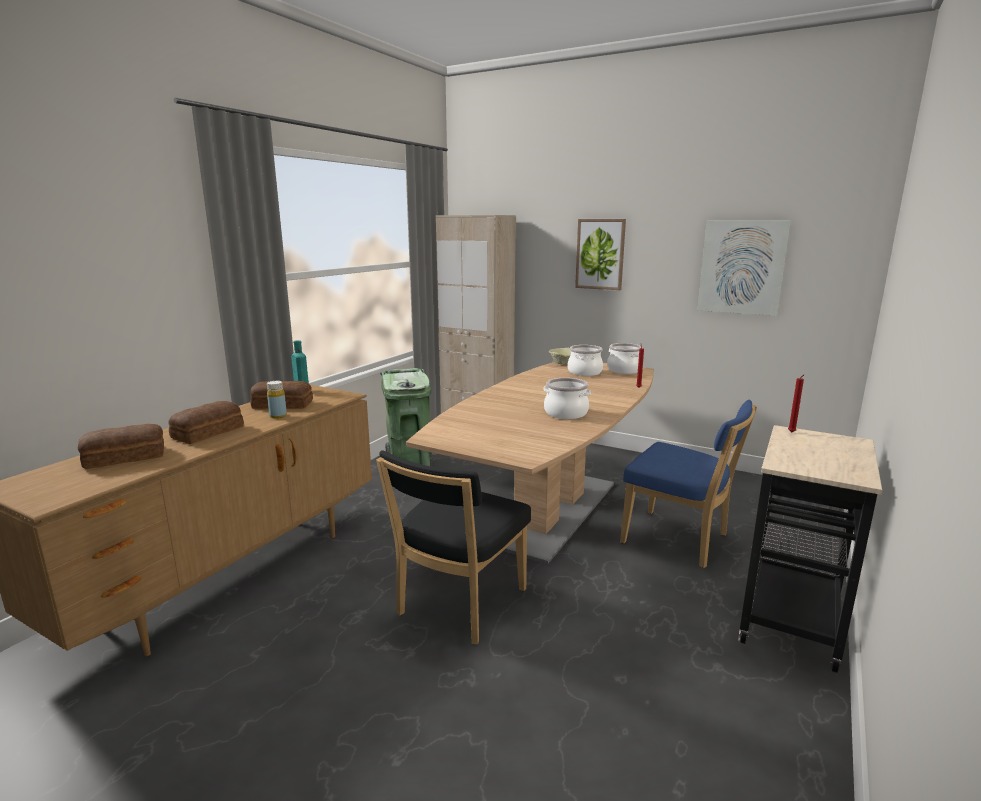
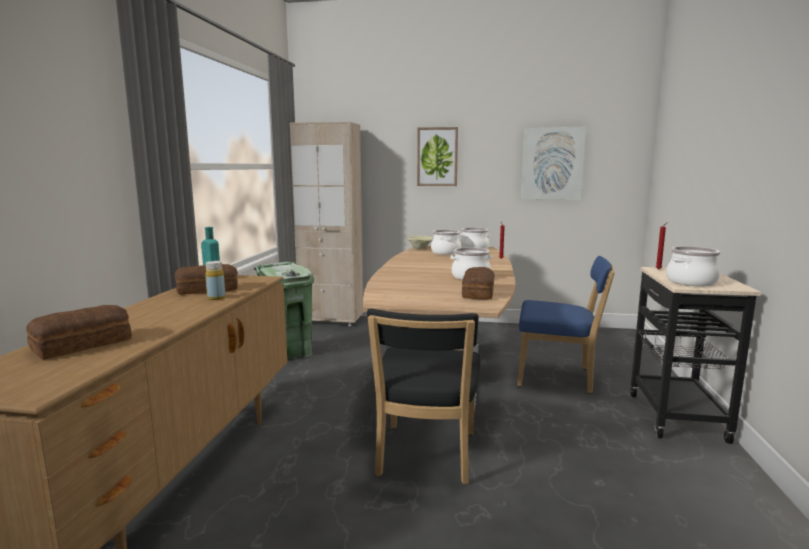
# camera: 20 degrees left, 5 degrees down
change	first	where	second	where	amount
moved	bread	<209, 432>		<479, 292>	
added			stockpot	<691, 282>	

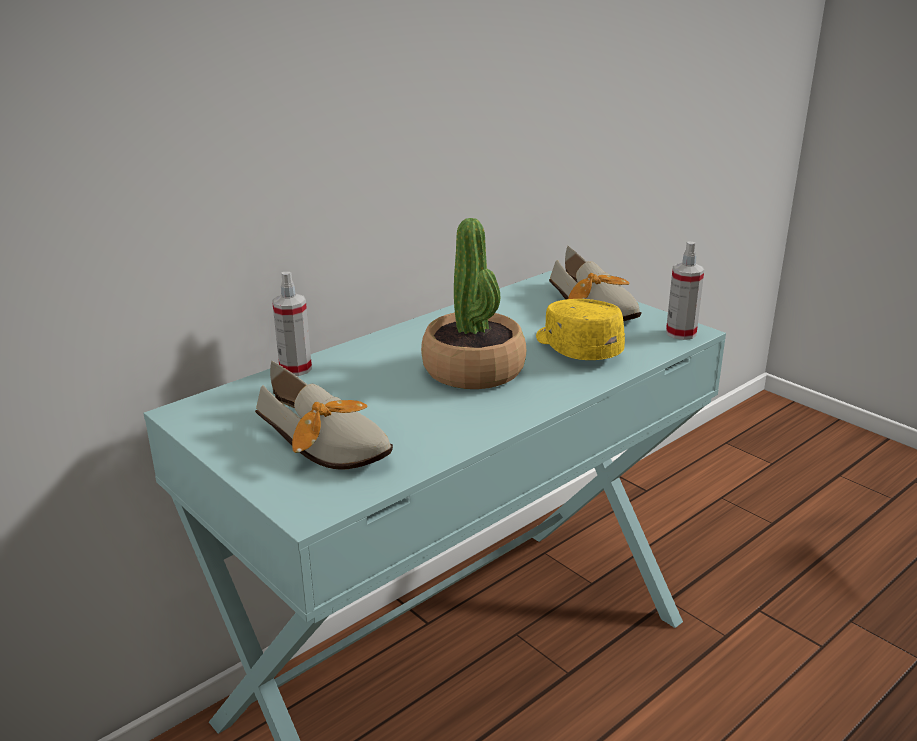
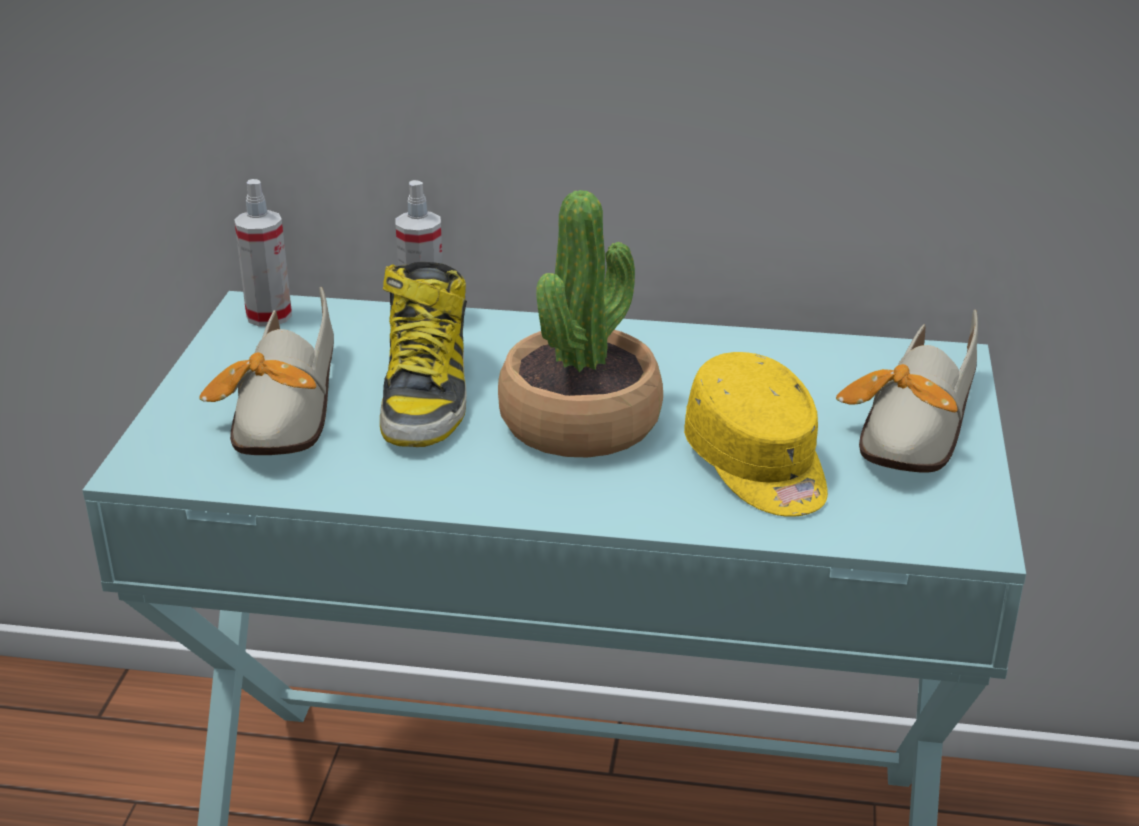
# camera: 50 degrees right, 5 degrees up
change	first	where	second	where	amount
moved	spray bottle	<681, 333>		<269, 316>	
added			boot	<426, 394>	
turned	baseball cap in yellow-coloured	<576, 347>		<758, 466>	135 degrees clockwise

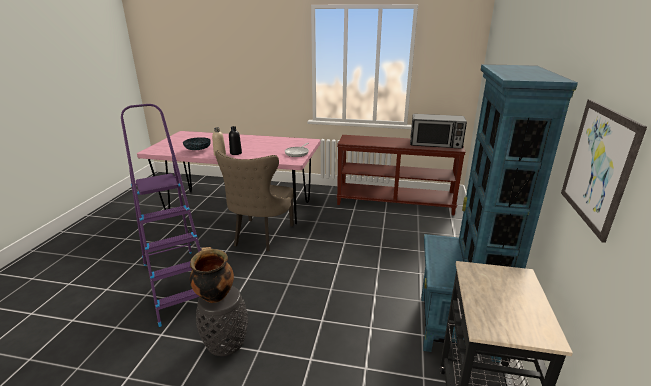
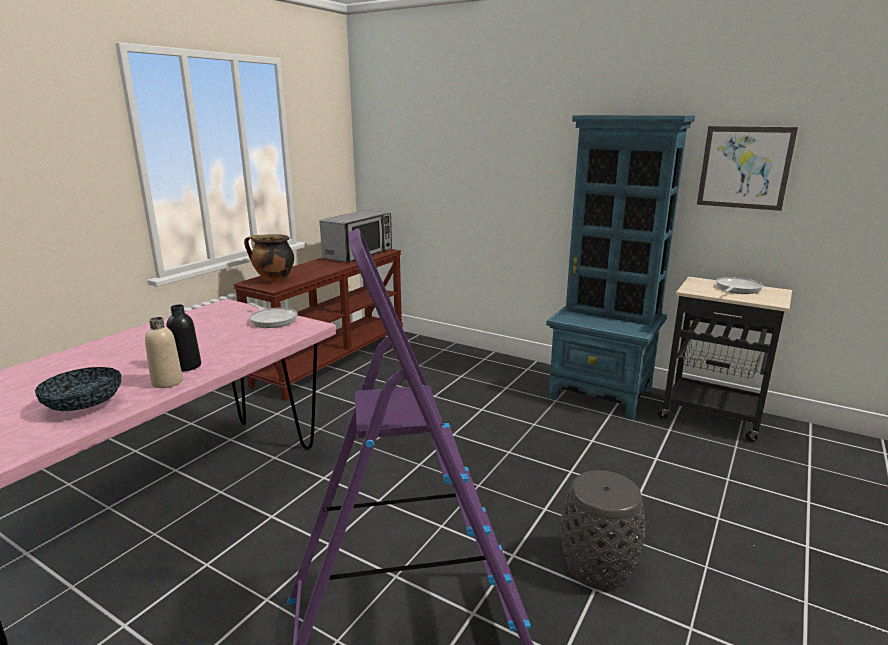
# camera: 70 degrees left, 5 degrees down
change	first	where	second	where	amount
moved	stockpot	<214, 295>		<273, 280>	
added			pan	<737, 289>	
removed	plain chair in sand-coloured	<260, 236>			

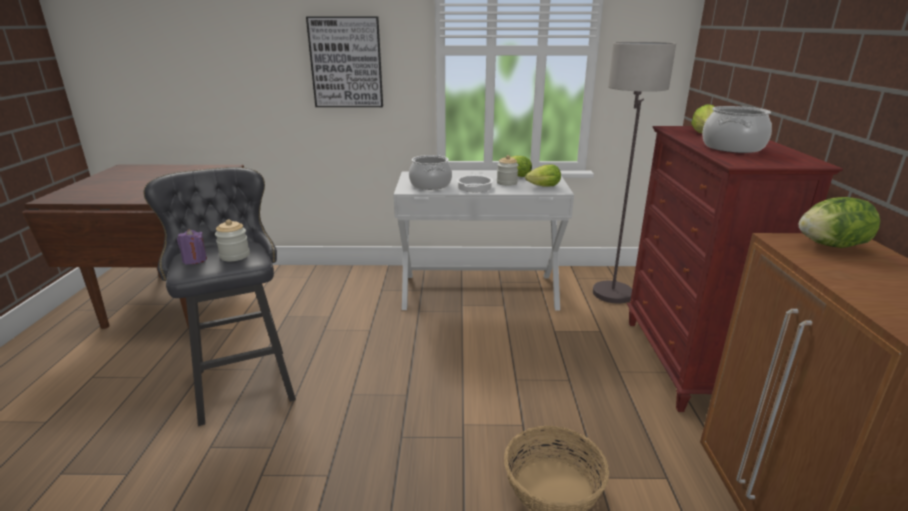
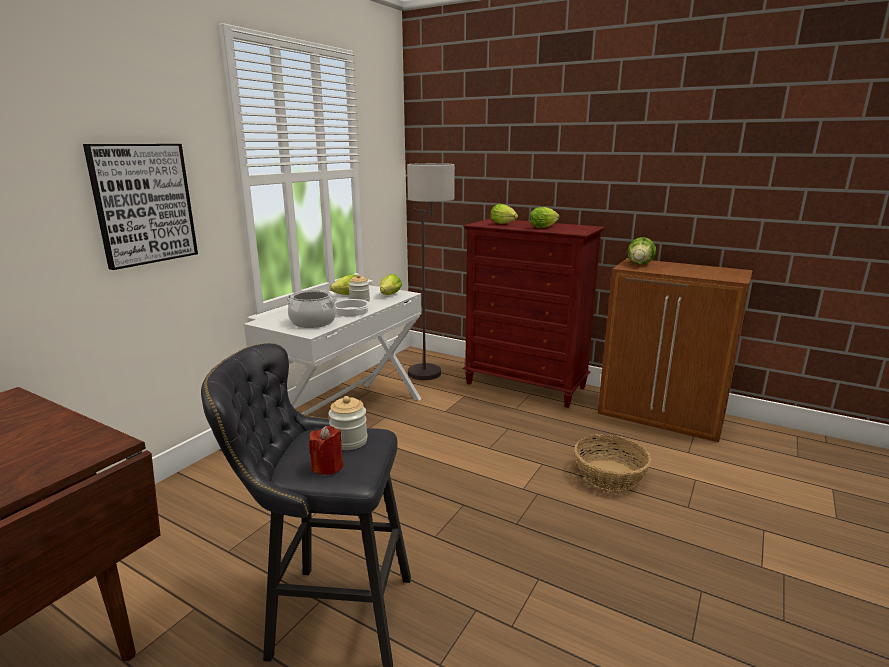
# camera: 60 degrees left, 5 degrees down
change	first	where	second	where	amount
recoloured	wax candle in purple-coloured	<195, 260>	wax candle in reddish	<327, 467>	
replaced	stockpot	<732, 147>	lettuce head	<544, 227>	

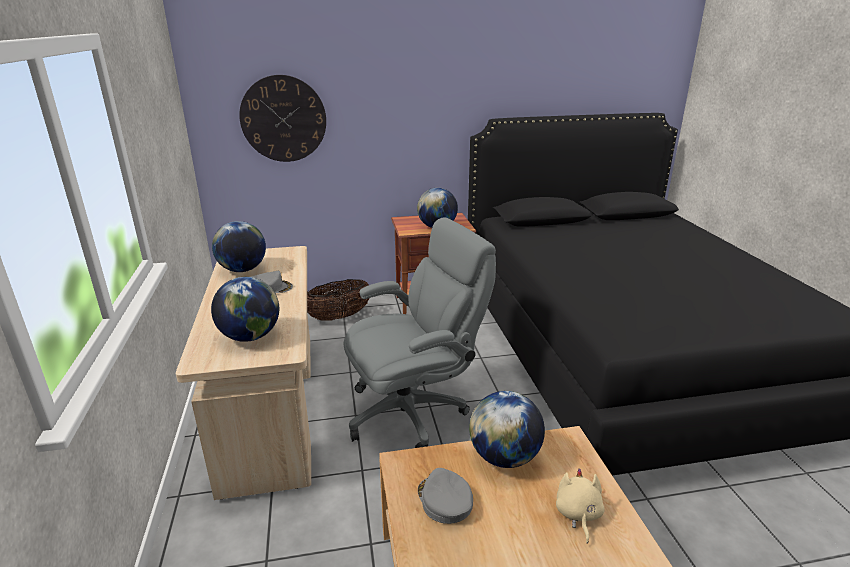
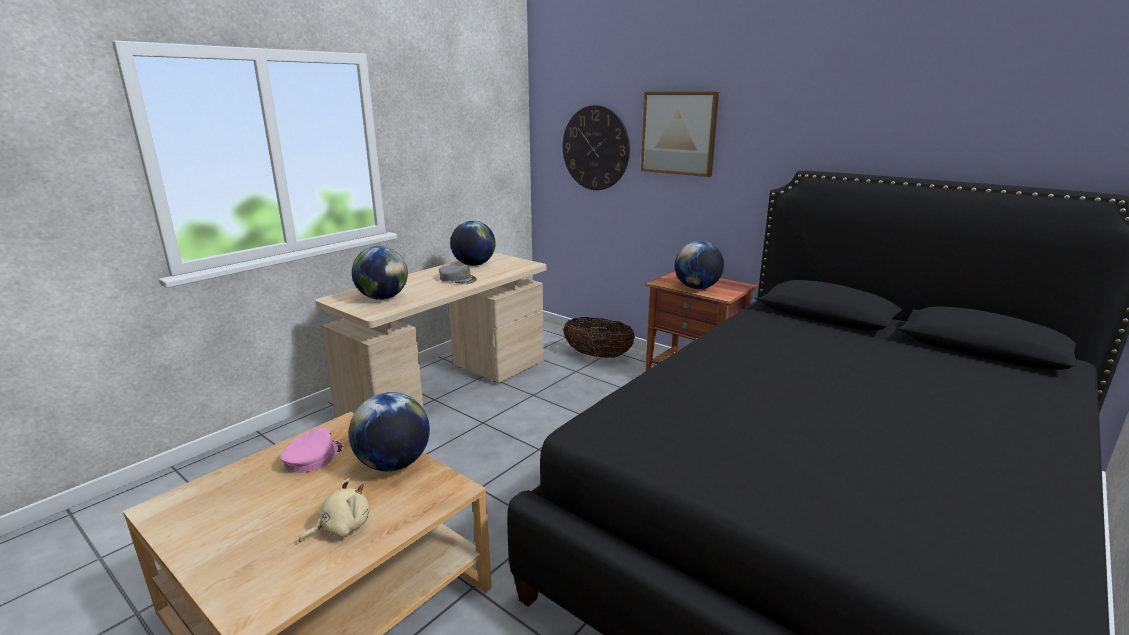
# camera: 50 degrees right, 5 degrees down
change	first	where	second	where	amount
recoloured	baseball cap in grey	<444, 500>	baseball cap in pink-coloured	<313, 456>	
added			wall picture	<679, 133>	
removed	desk chair in grey	<414, 411>			

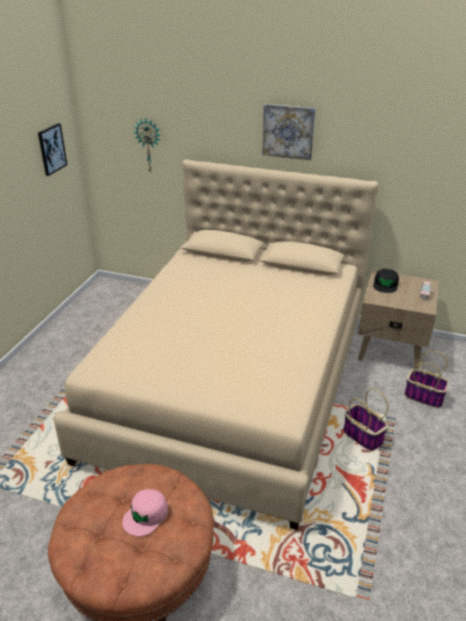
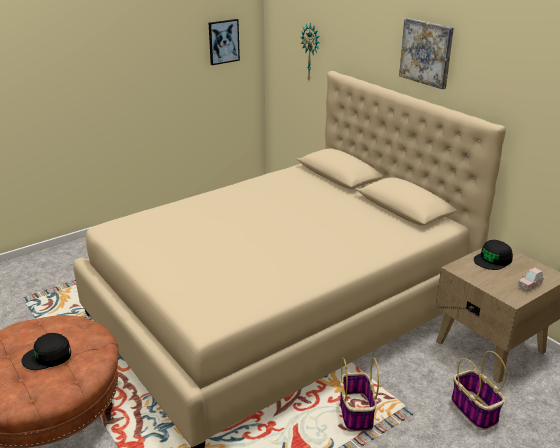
# camera: 35 degrees right, 5 degrees down
change	first	where	second	where	amount
recoloured	baseball cap in pink-coloured	<146, 515>	baseball cap in black	<48, 356>	

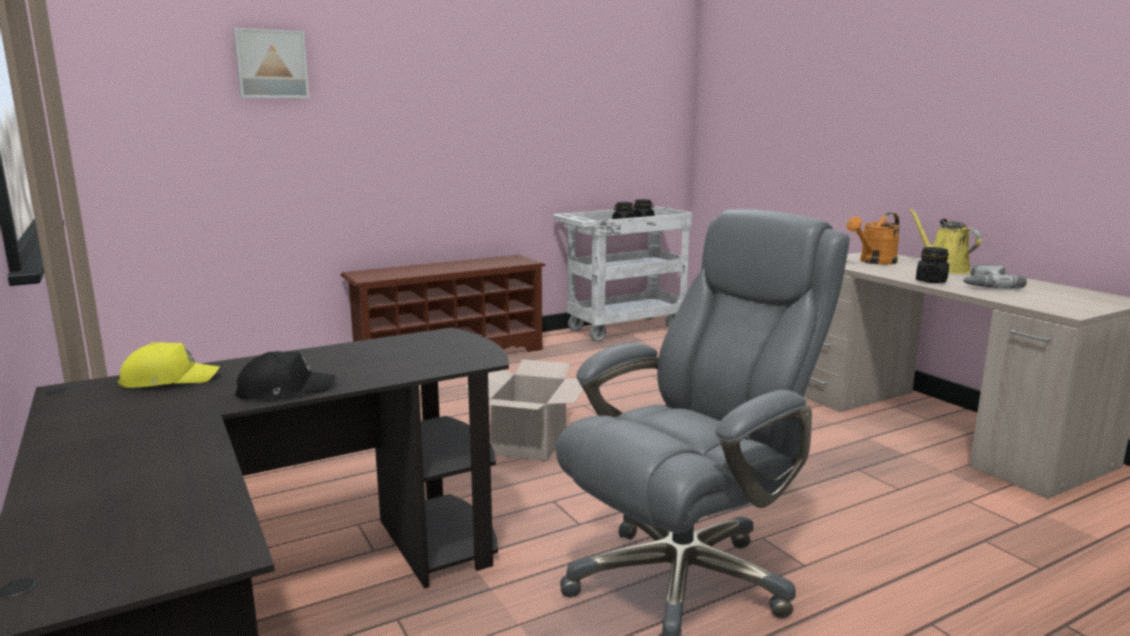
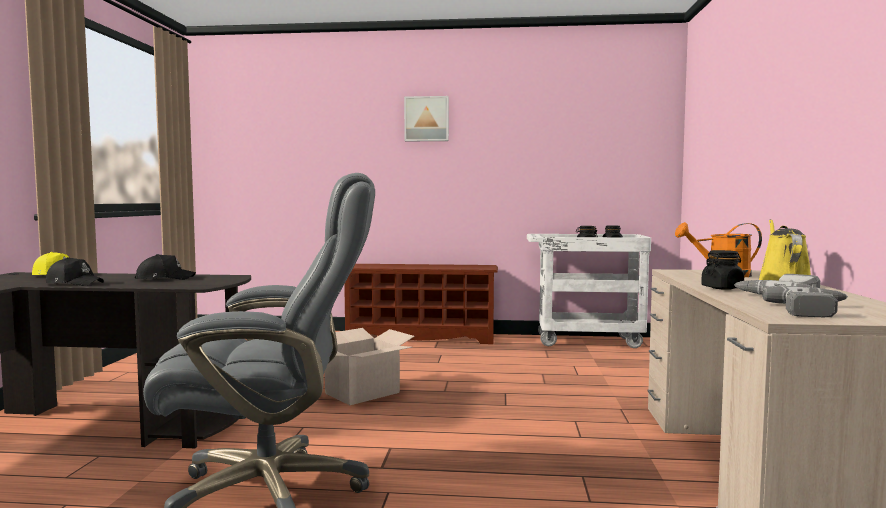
# camera: 35 degrees right, 10 degrees down
change	first	where	second	where	amount
added			baseball cap in black	<165, 278>	
moved	wall picture	<271, 64>		<426, 119>	
added			power drill	<814, 310>	

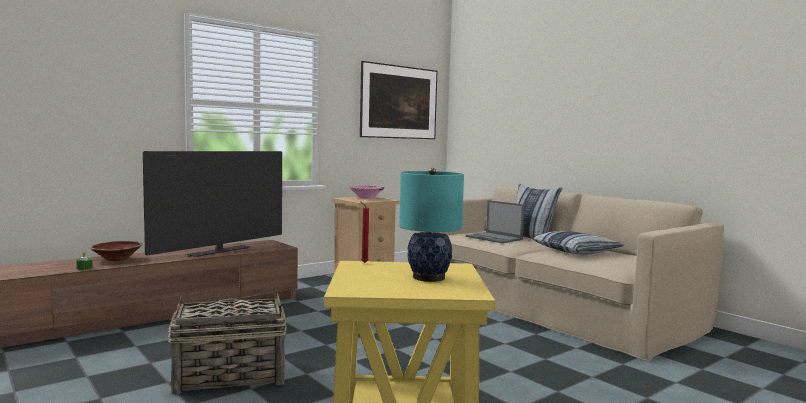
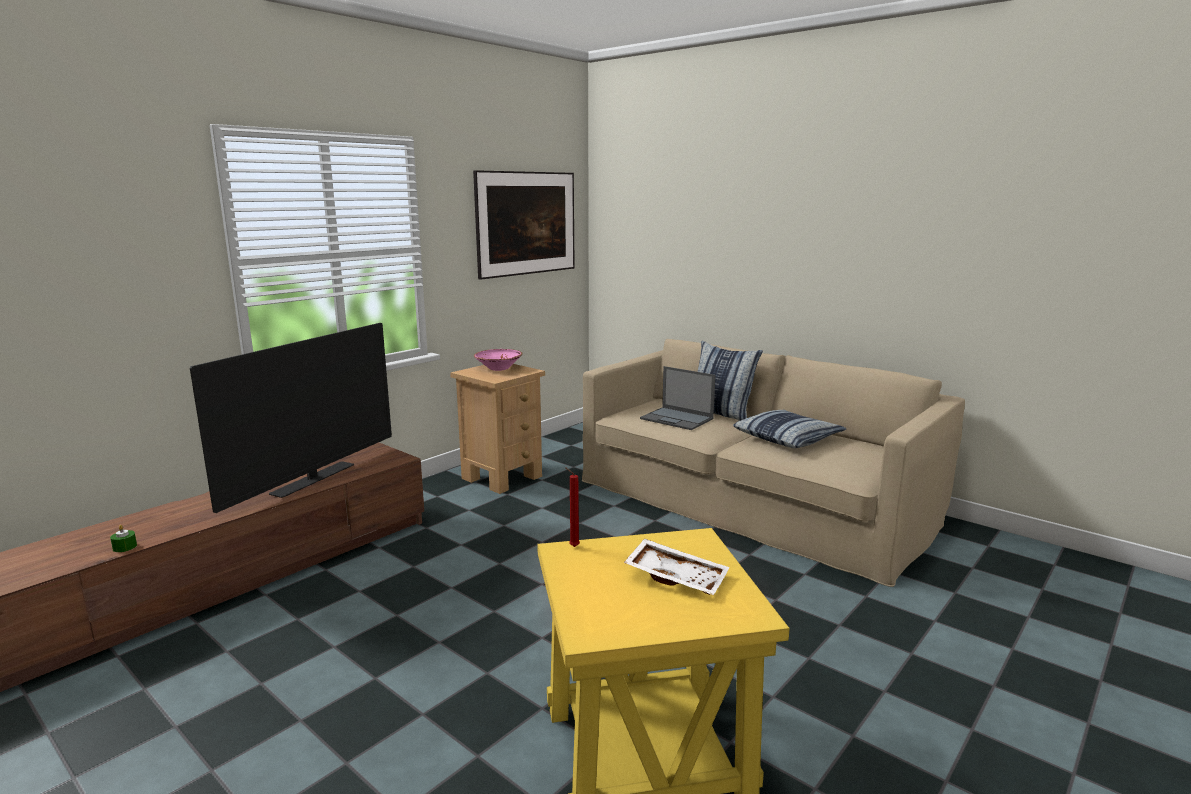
# camera: 10 degrees left, 10 degrees up
change	first	where	second	where	amount
replaced	lamp for a table in turquoise-coloured	<428, 277>	carrying tray in white-coloured	<677, 577>	
removed	deep dish in brown	<117, 259>			
removed	basket	<228, 376>			

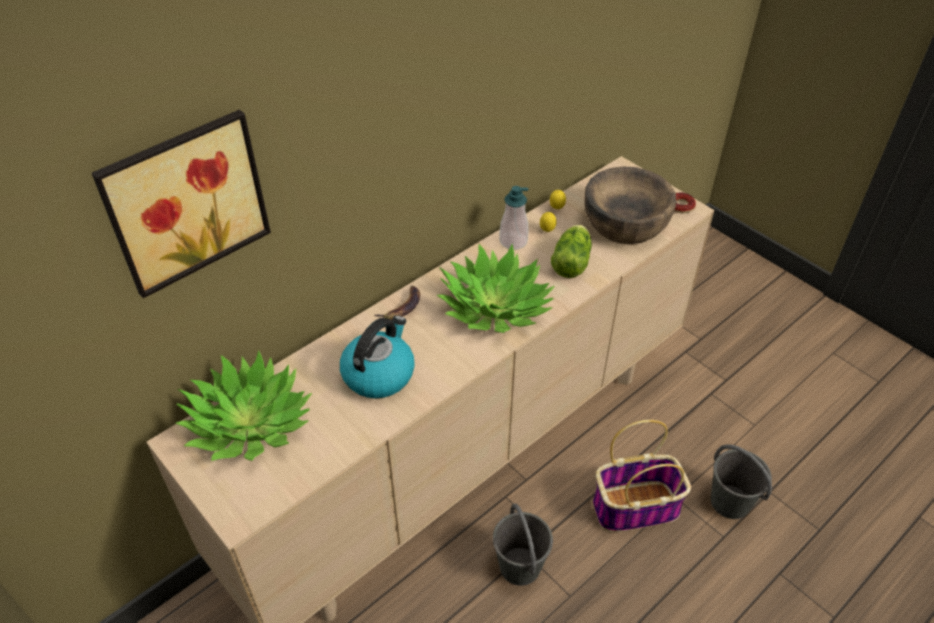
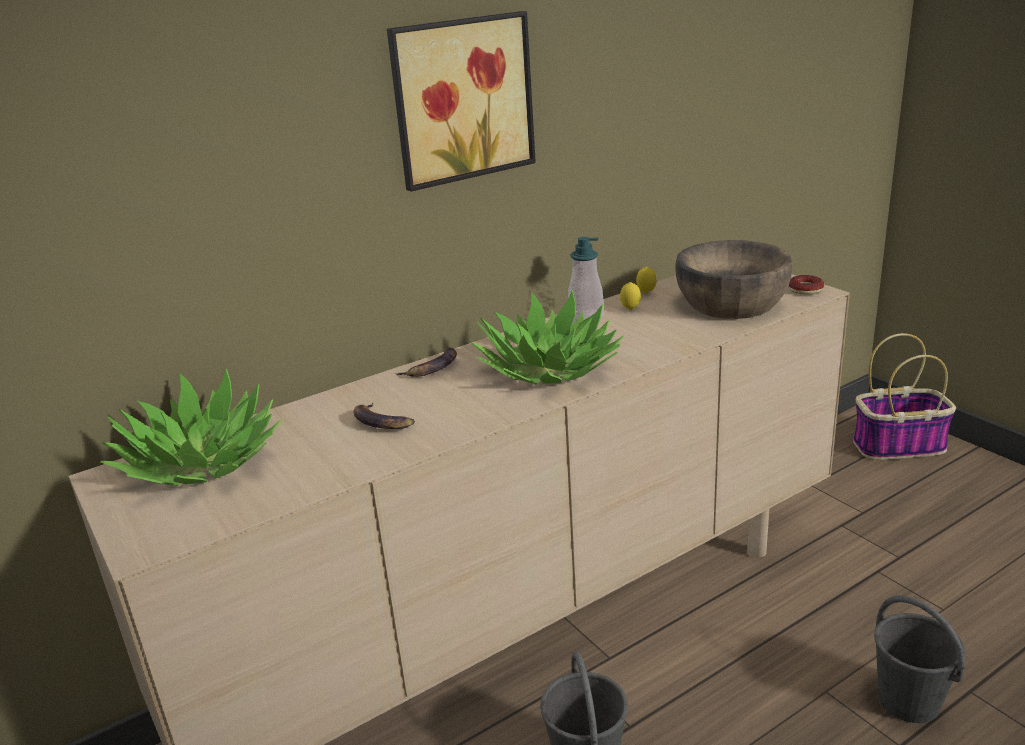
# camera: 10 degrees right, 20 degrees down
change	first	where	second	where	amount
replaced	water kettle	<379, 373>	banana	<382, 422>	
moved	wall picture	<184, 200>		<460, 99>	
moved	basket	<636, 507>		<899, 445>	
removed	lettuce head	<572, 261>			

